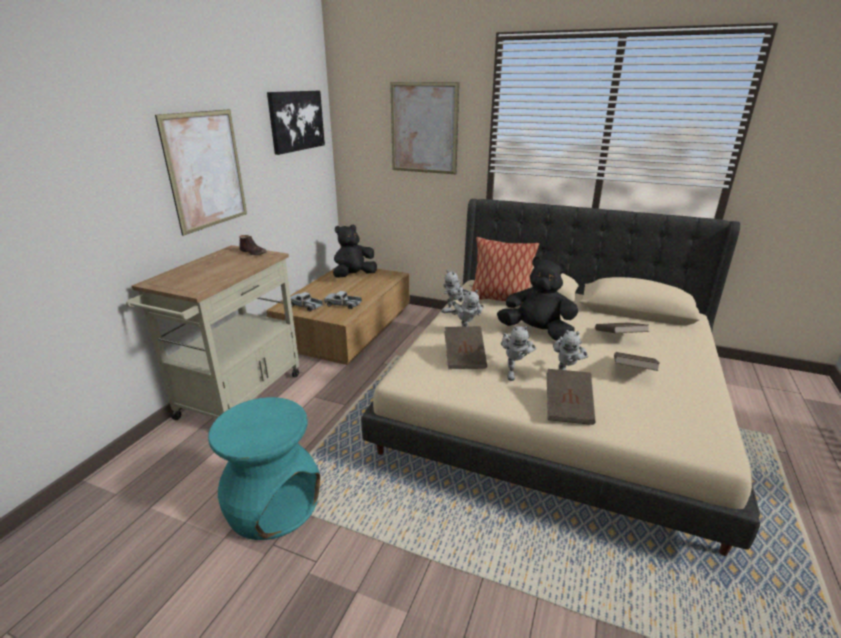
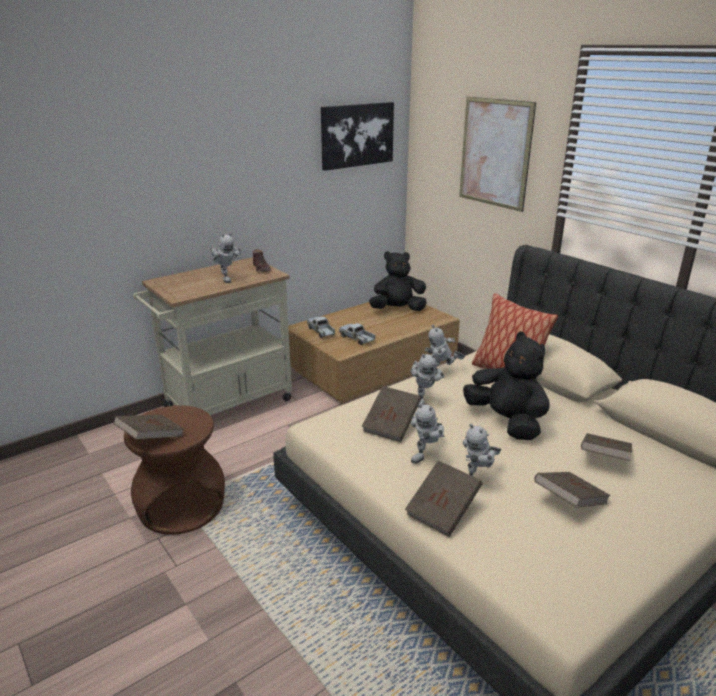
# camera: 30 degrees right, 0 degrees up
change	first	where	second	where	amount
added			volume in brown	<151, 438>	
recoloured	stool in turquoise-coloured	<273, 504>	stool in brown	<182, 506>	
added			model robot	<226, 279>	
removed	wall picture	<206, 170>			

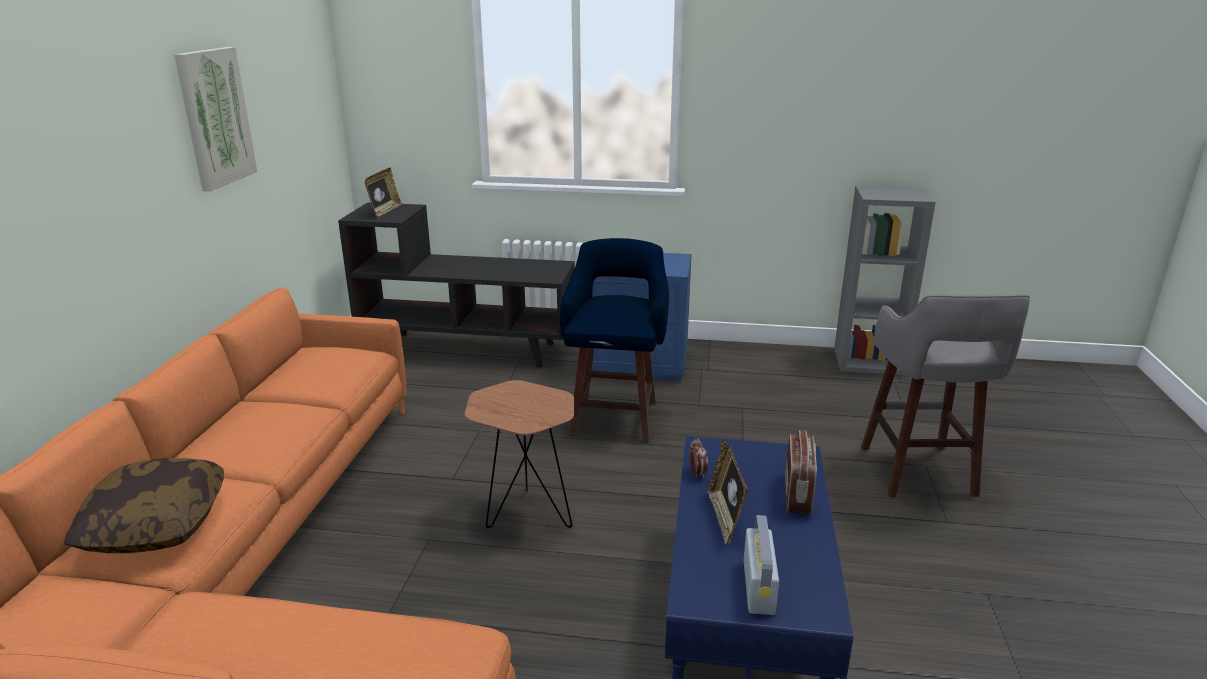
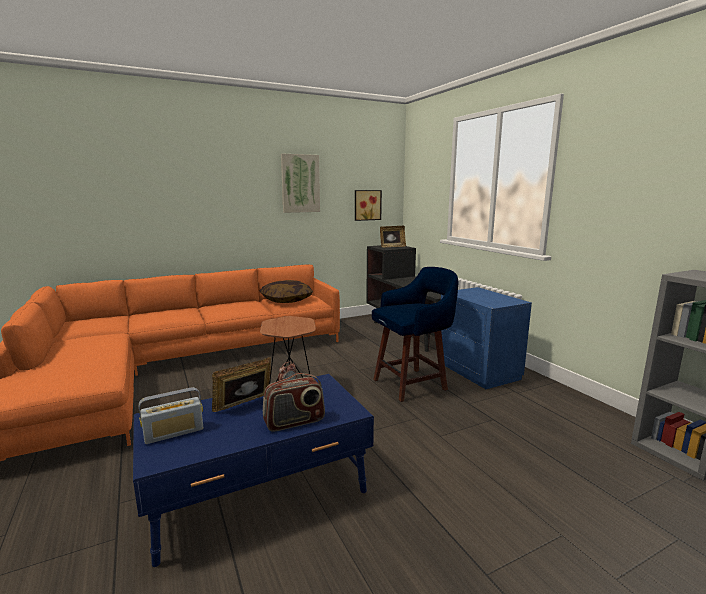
# camera: 55 degrees right, 10 degrees down
change	first	where	second	where	amount
moved	cushion	<155, 525>		<286, 300>	
added			wall picture	<367, 205>	
removed	stool in grey	<918, 474>			

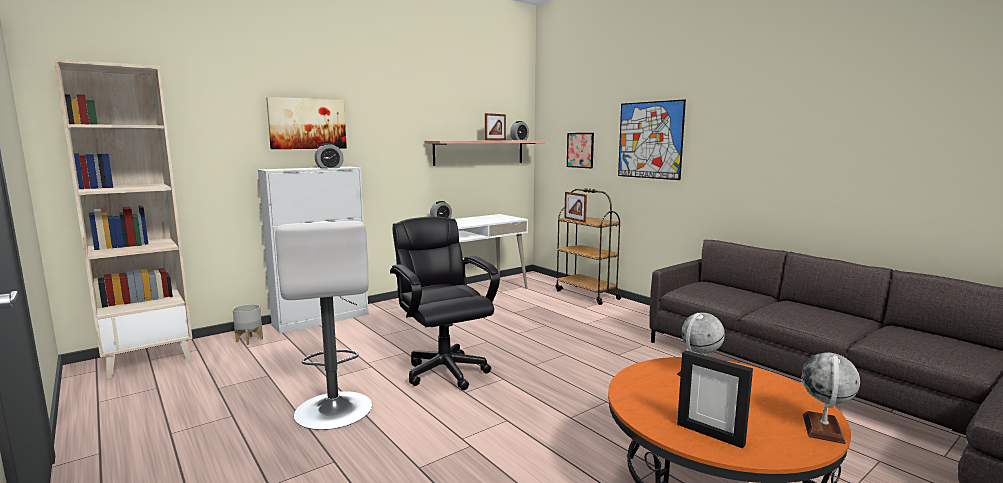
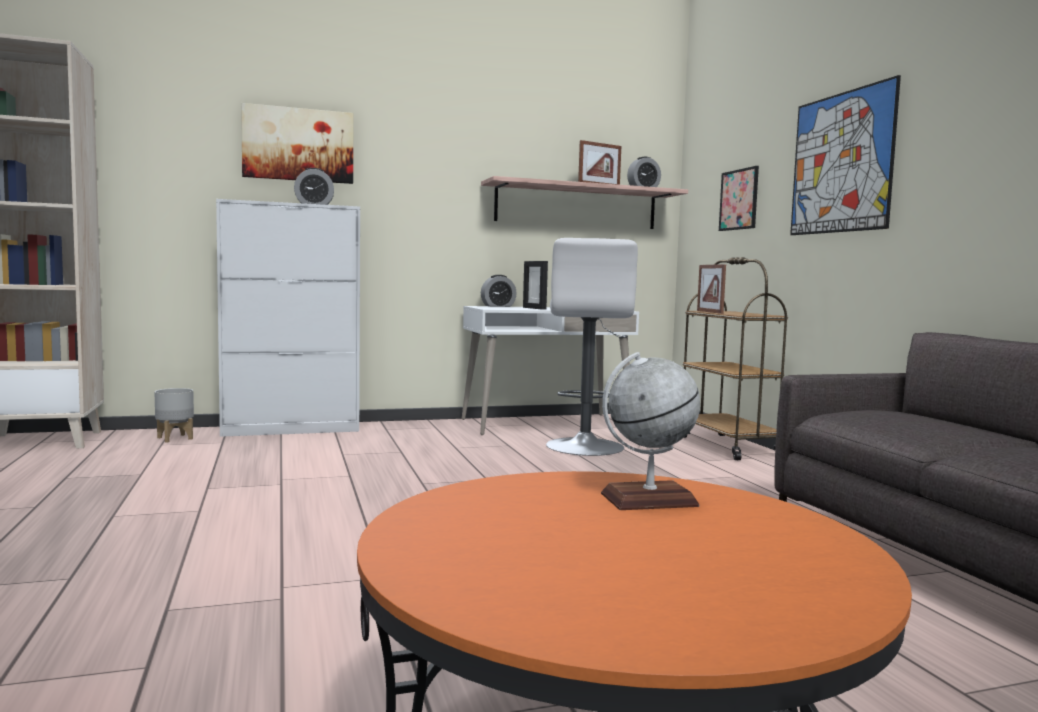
# camera: 20 degrees right, 5 degrees down
change	first	where	second	where	amount
moved	picture frame	<710, 433>		<535, 308>	
moved	stool in white-coloured	<333, 410>		<584, 447>	
removed	desk chair in black	<443, 371>			
removed	globe	<823, 428>			

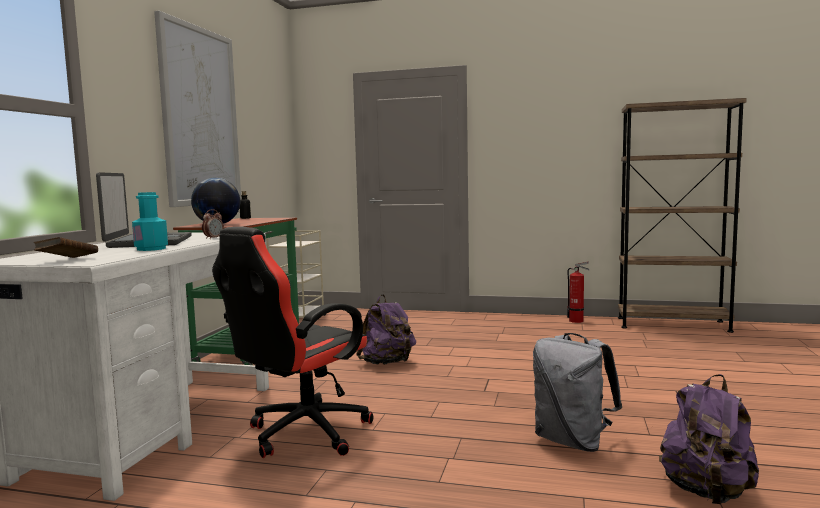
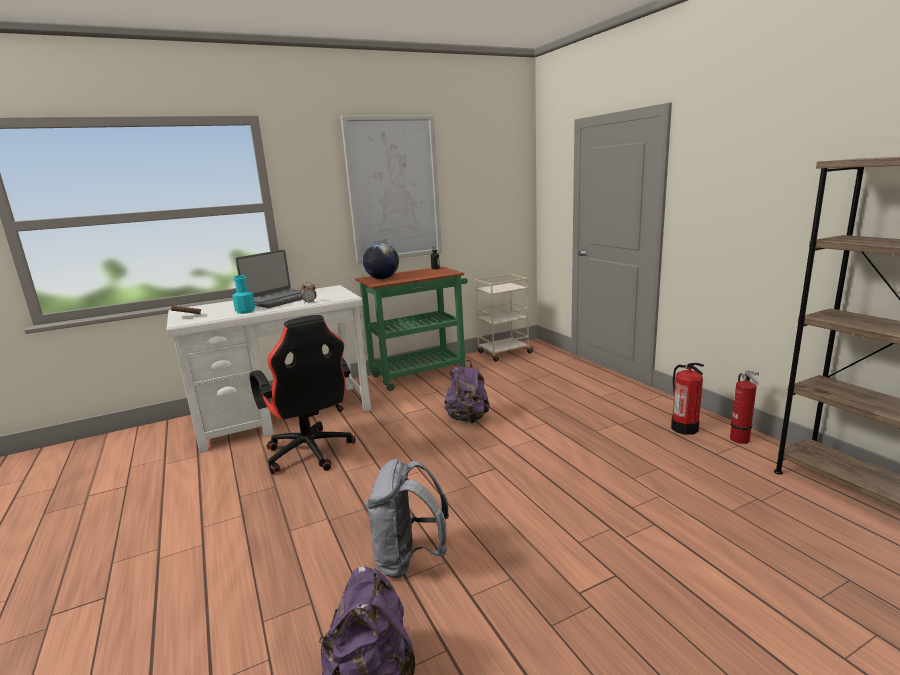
# camera: 50 degrees right, 10 degrees up
change	first	where	second	where	amount
turned	desk chair in black	<300, 436>		<311, 456>	120 degrees counterclockwise
added			fire-fighting cylinder	<684, 428>	

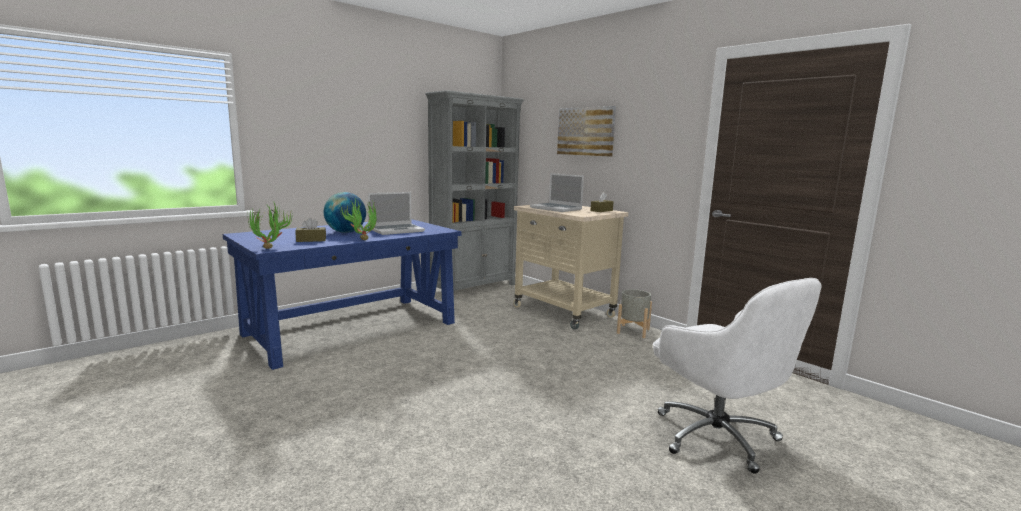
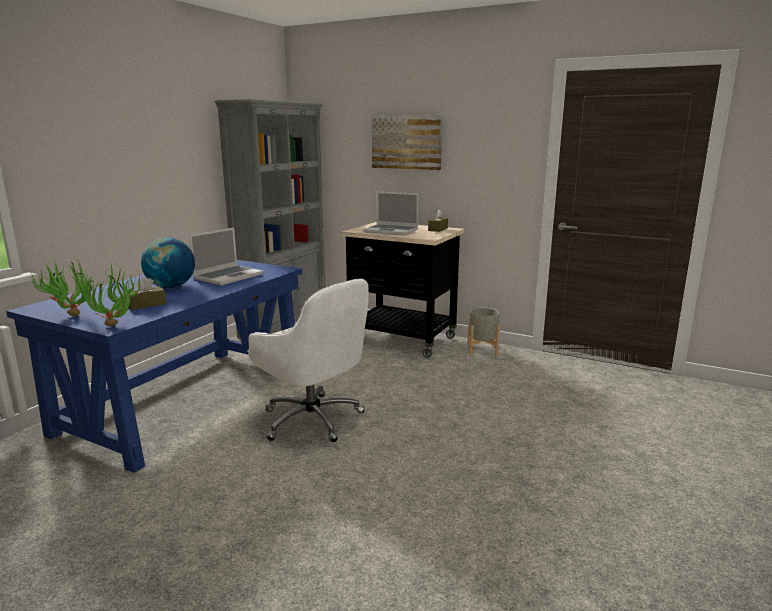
# camera: 20 degrees left, 5 degrees up
change	first	where	second	where	amount
moved	potted plant	<361, 239>		<69, 315>	
moved	desk chair in white-coloured	<715, 437>		<311, 420>	
recoloured	wheeled cart in sand-coloured	<564, 312>	wheeled cart in black	<402, 340>	

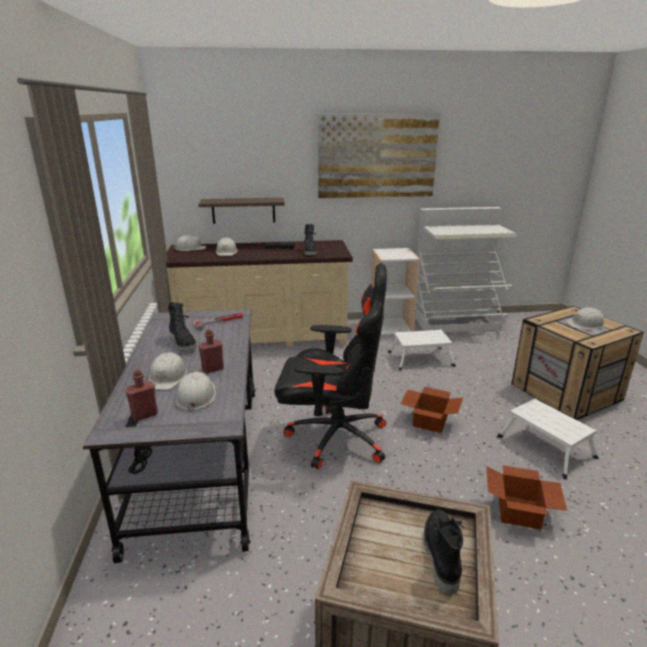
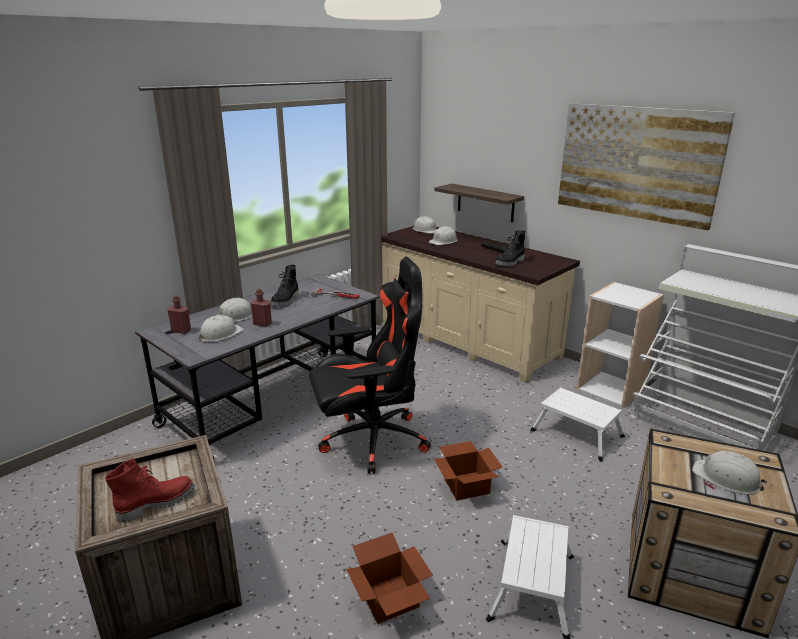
# camera: 50 degrees right, 0 degrees up
change	first	where	second	where	amount
recoloured	boot in black	<440, 555>	boot in reddish	<156, 503>	
turned	desk chair in black	<330, 438>		<367, 443>	75 degrees counterclockwise

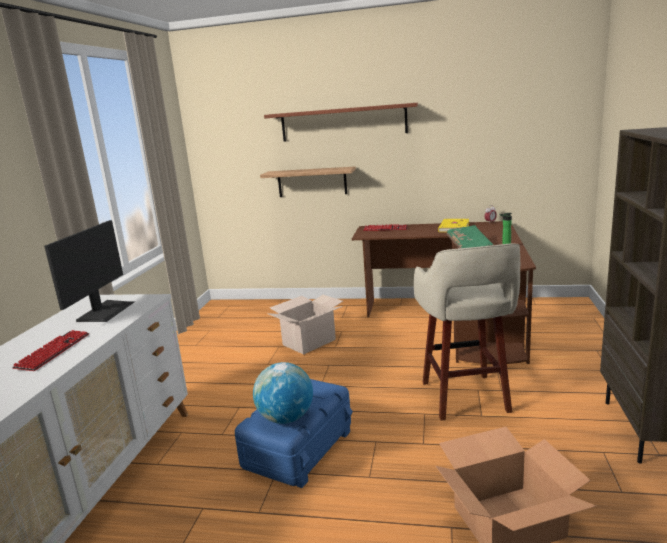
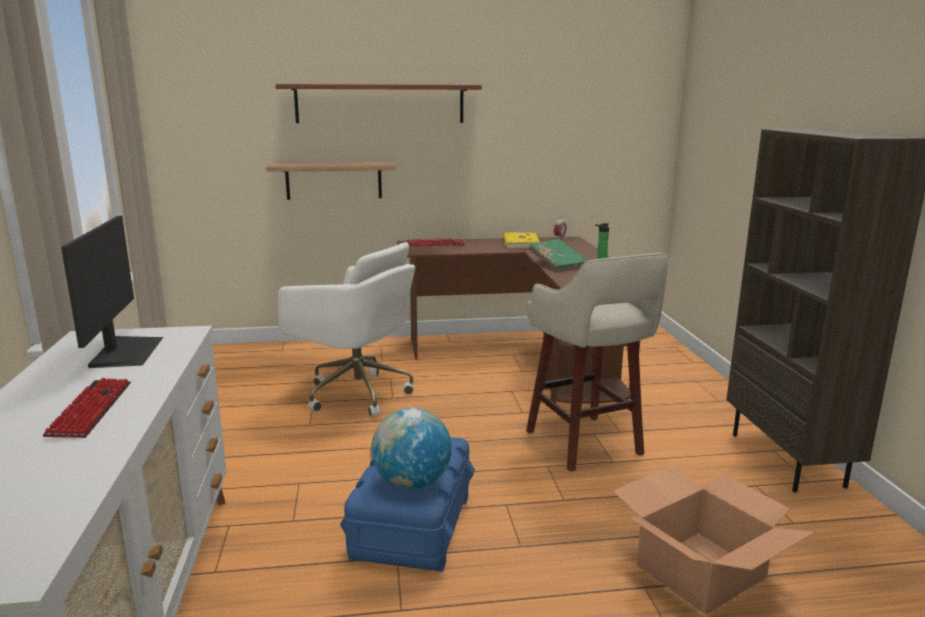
# camera: 20 degrees left, 0 degrees up
change	first	where	second	where	amount
replaced	cardboard box	<309, 342>	desk chair in white-coloured	<354, 394>	

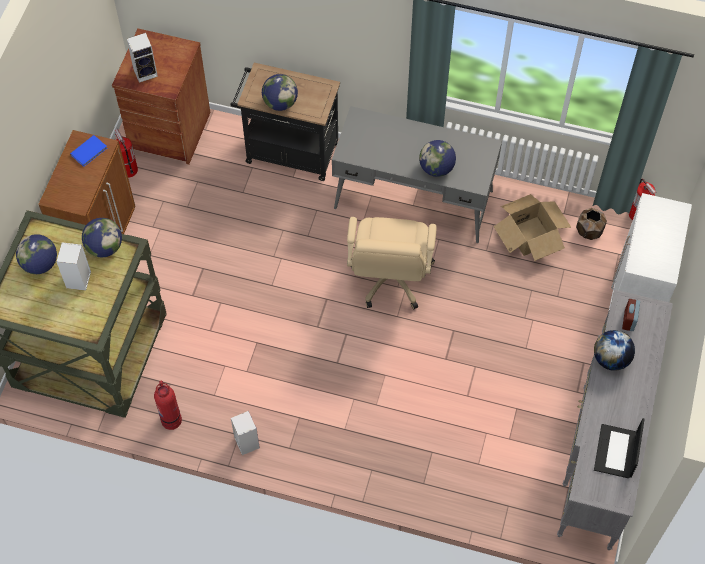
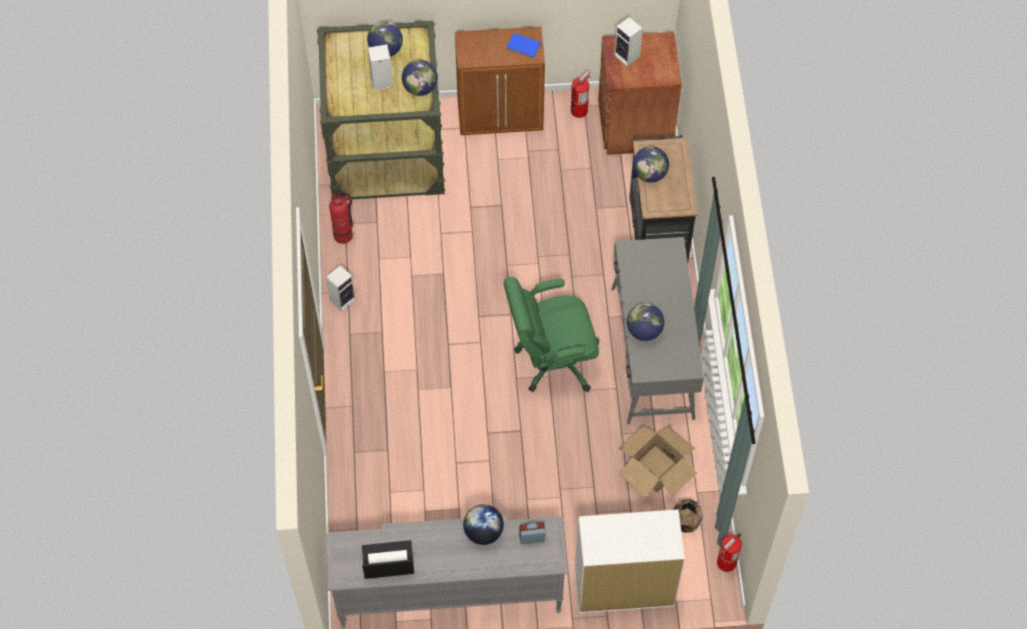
# camera: 70 degrees right, 0 degrees up
change	first	where	second	where	amount
recoloured	desk chair in sand-coloured	<389, 281>	desk chair in green	<551, 360>	

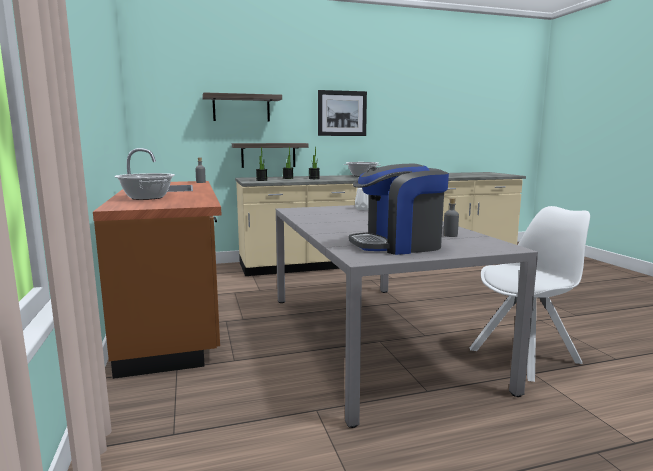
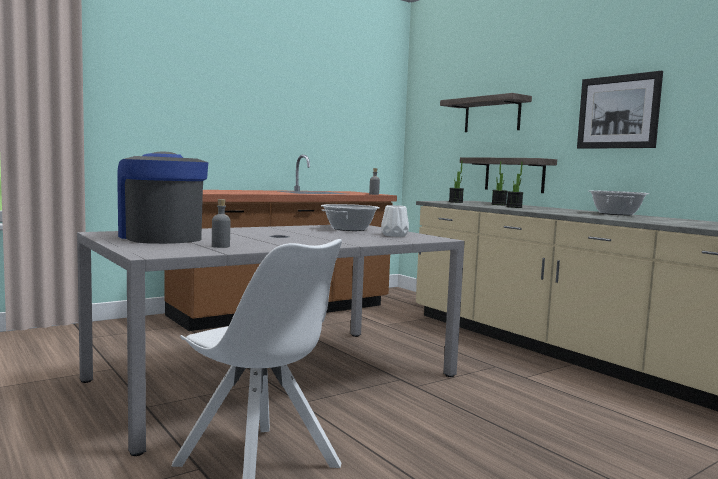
# camera: 70 degrees right, 5 degrees down
change	first	where	second	where	amount
moved	stockpot	<146, 197>		<349, 229>	

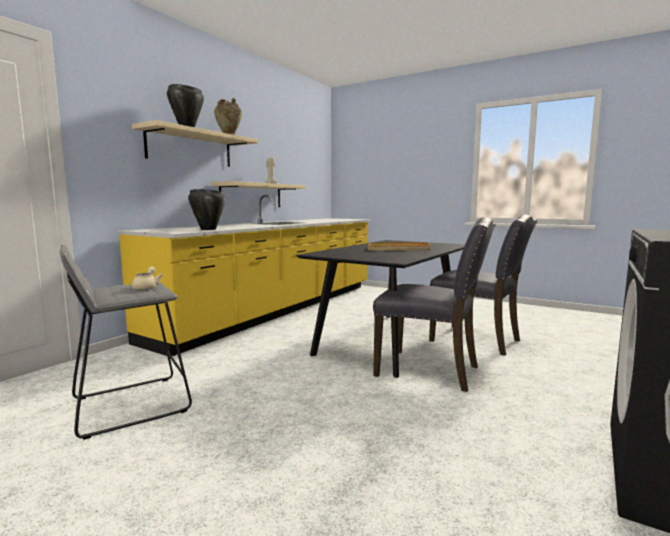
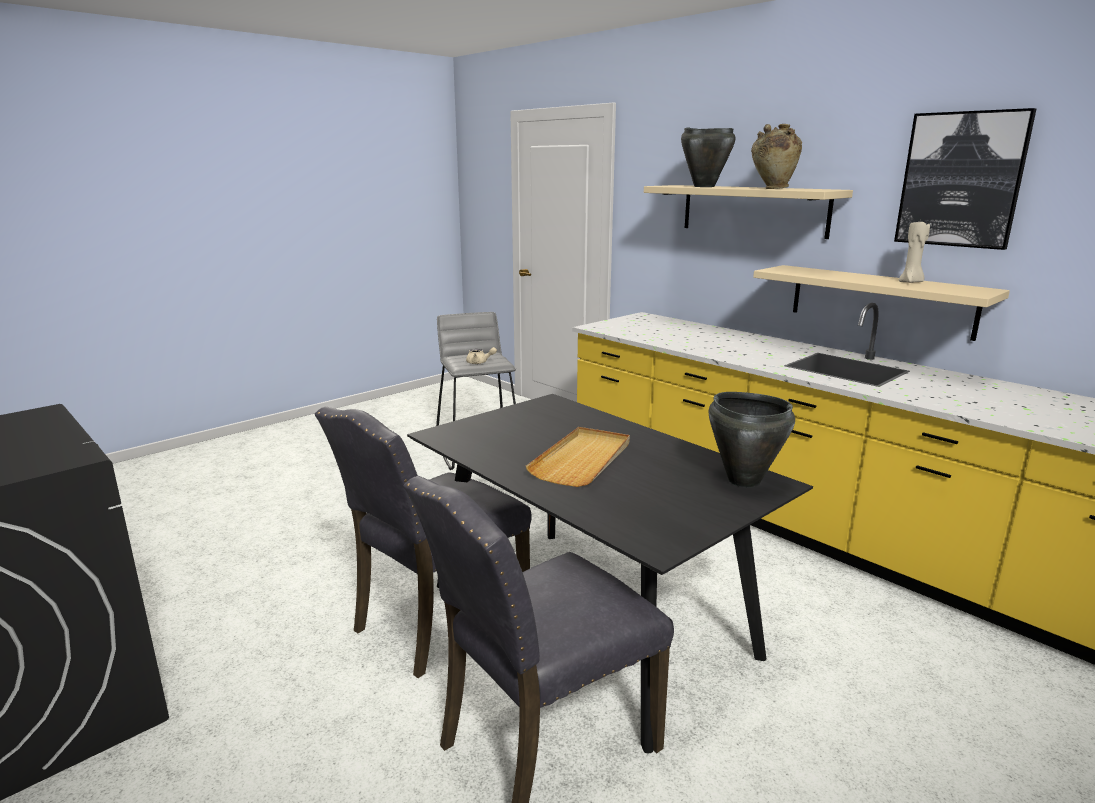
# camera: 105 degrees right, 10 degrees up
change	first	where	second	where	amount
moved	stockpot in black	<208, 229>		<743, 480>	
added			wall picture	<961, 180>	

